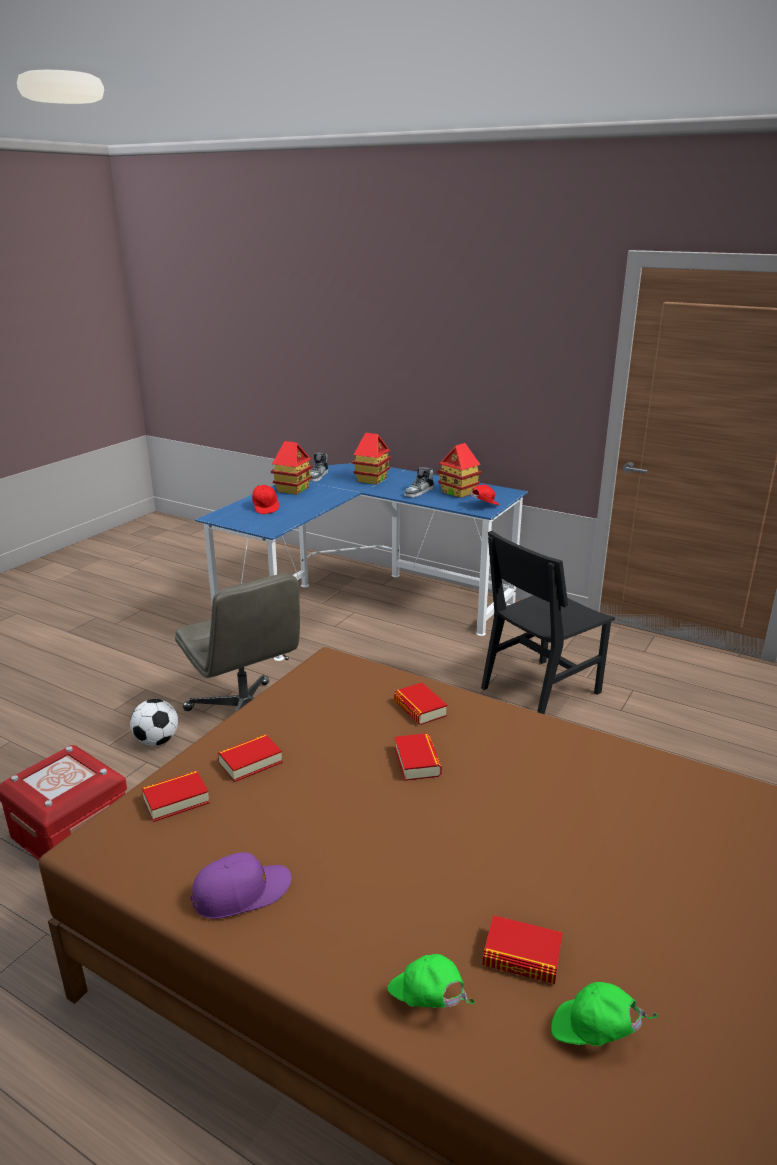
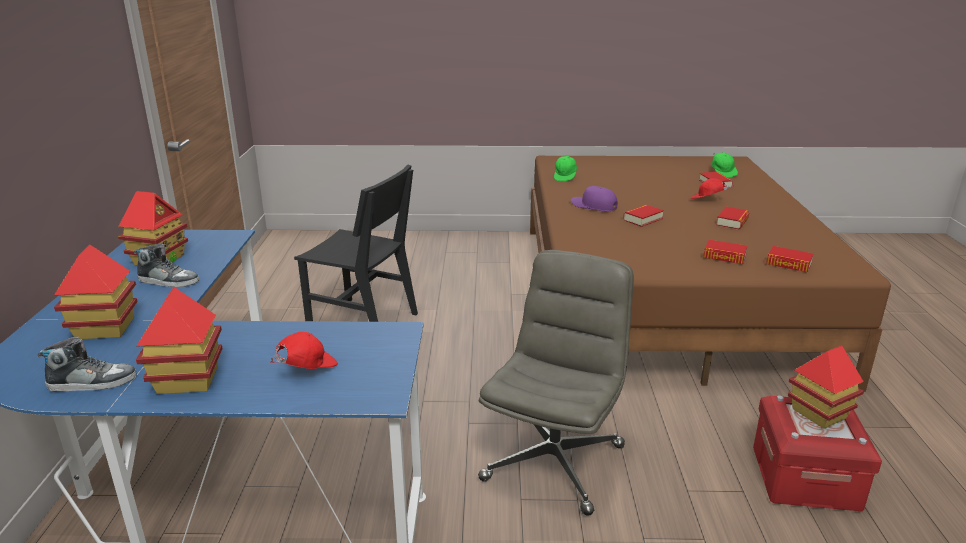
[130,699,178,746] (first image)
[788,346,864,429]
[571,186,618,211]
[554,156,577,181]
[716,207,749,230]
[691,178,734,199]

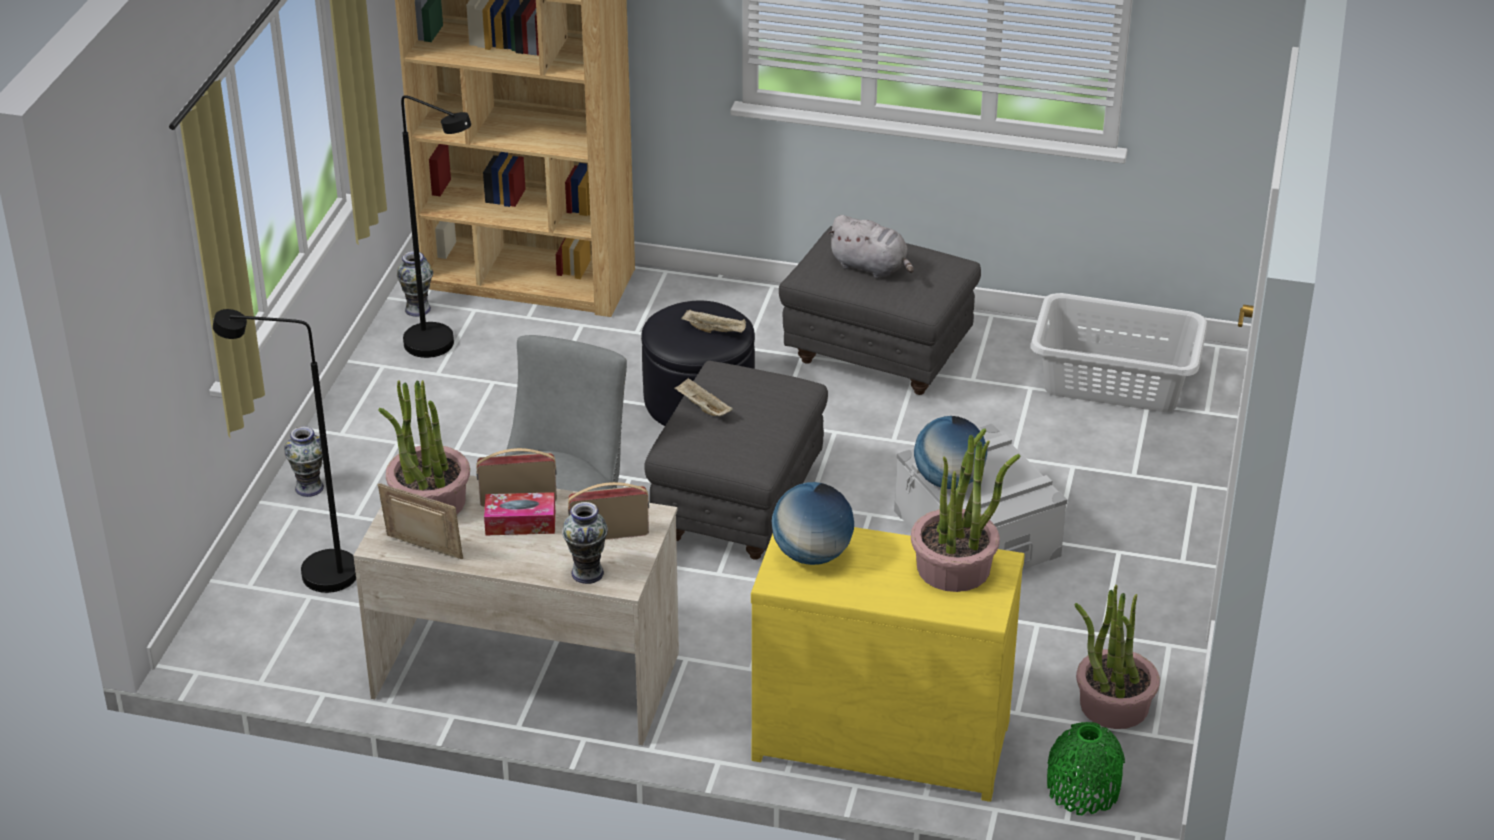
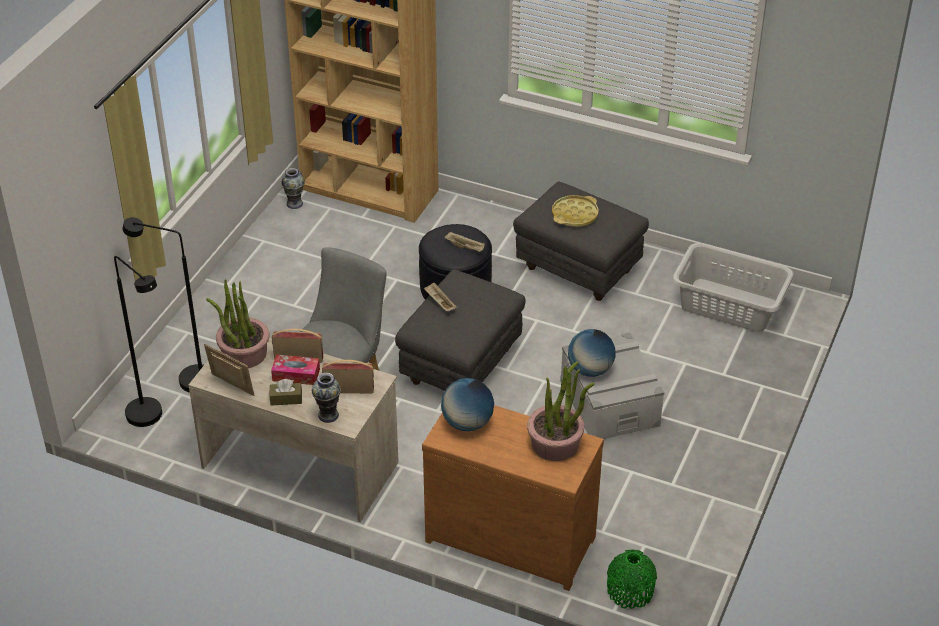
[284,426,324,497] (first image)
[1074,584,1160,729] (first image)
[270,379,302,406]
[114,256,162,427]
[552,195,598,227]
[422,405,604,591]

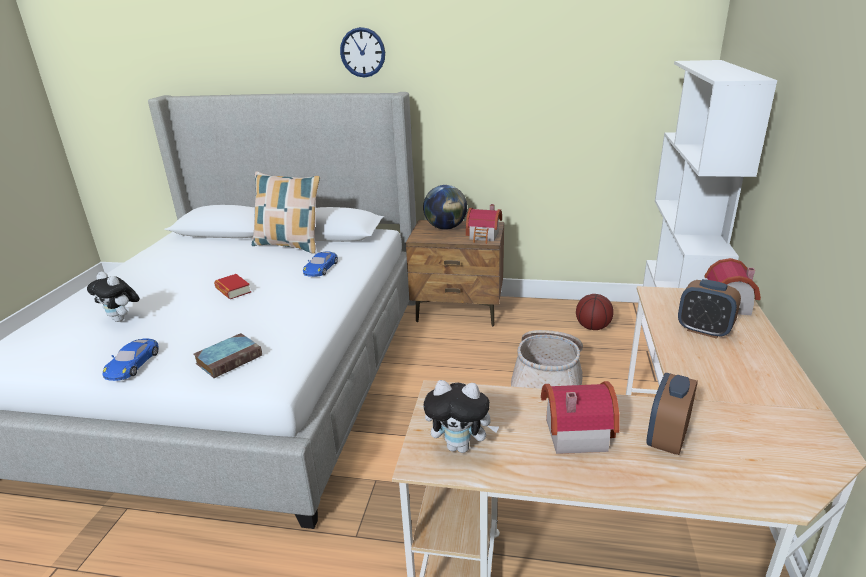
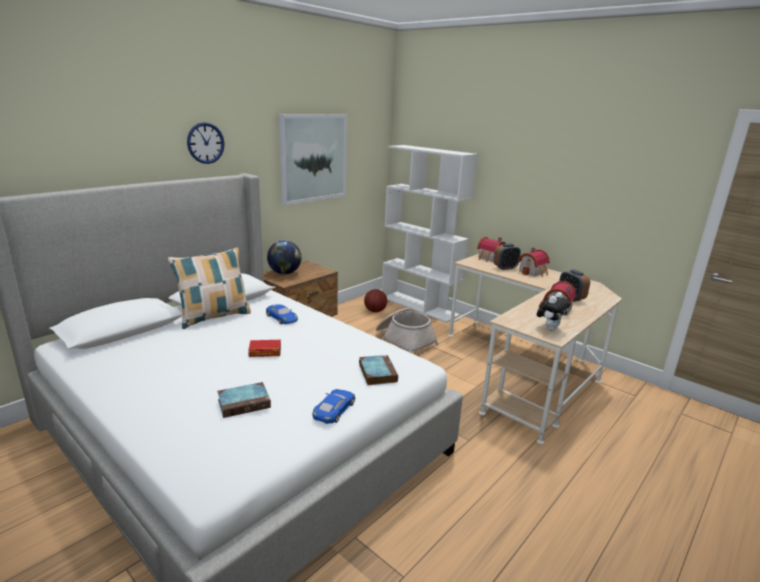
[279,114,347,205]
[518,247,550,277]
[217,382,271,418]
[312,389,355,424]

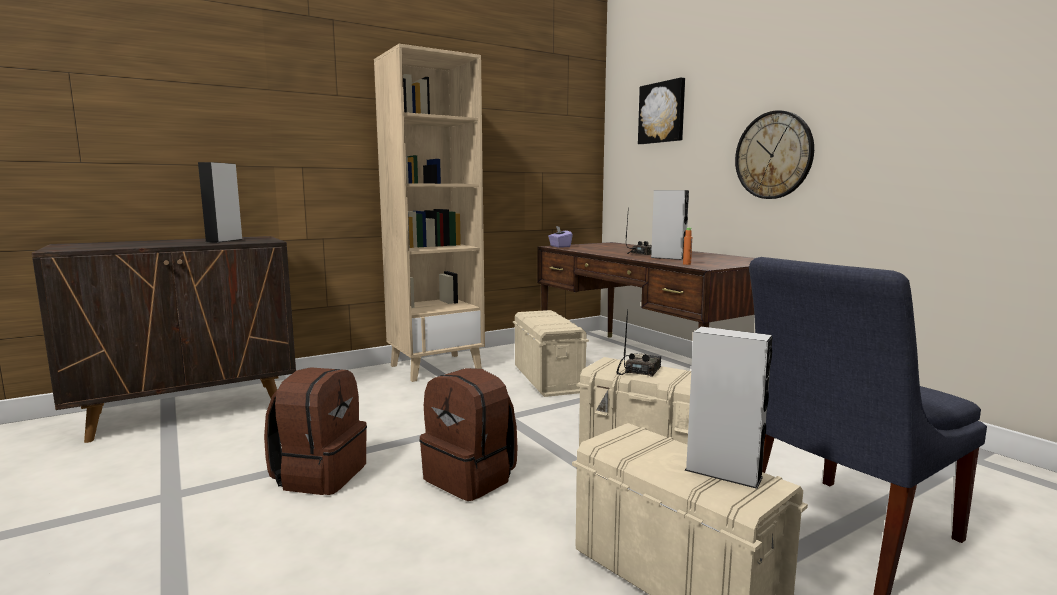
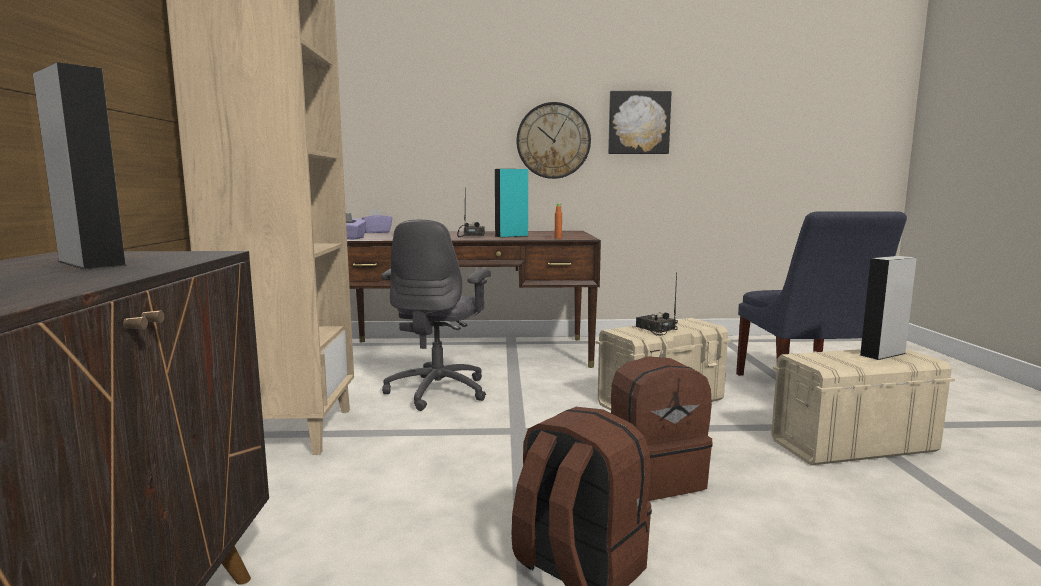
[362,209,392,233]
[608,91,672,154]
[381,219,491,411]
[495,169,528,238]

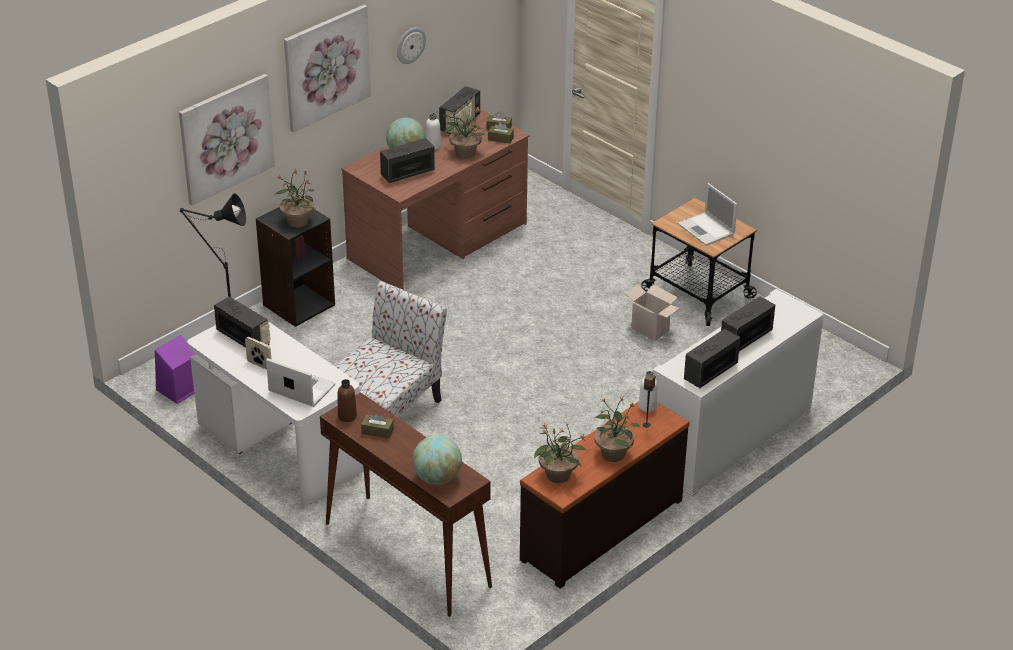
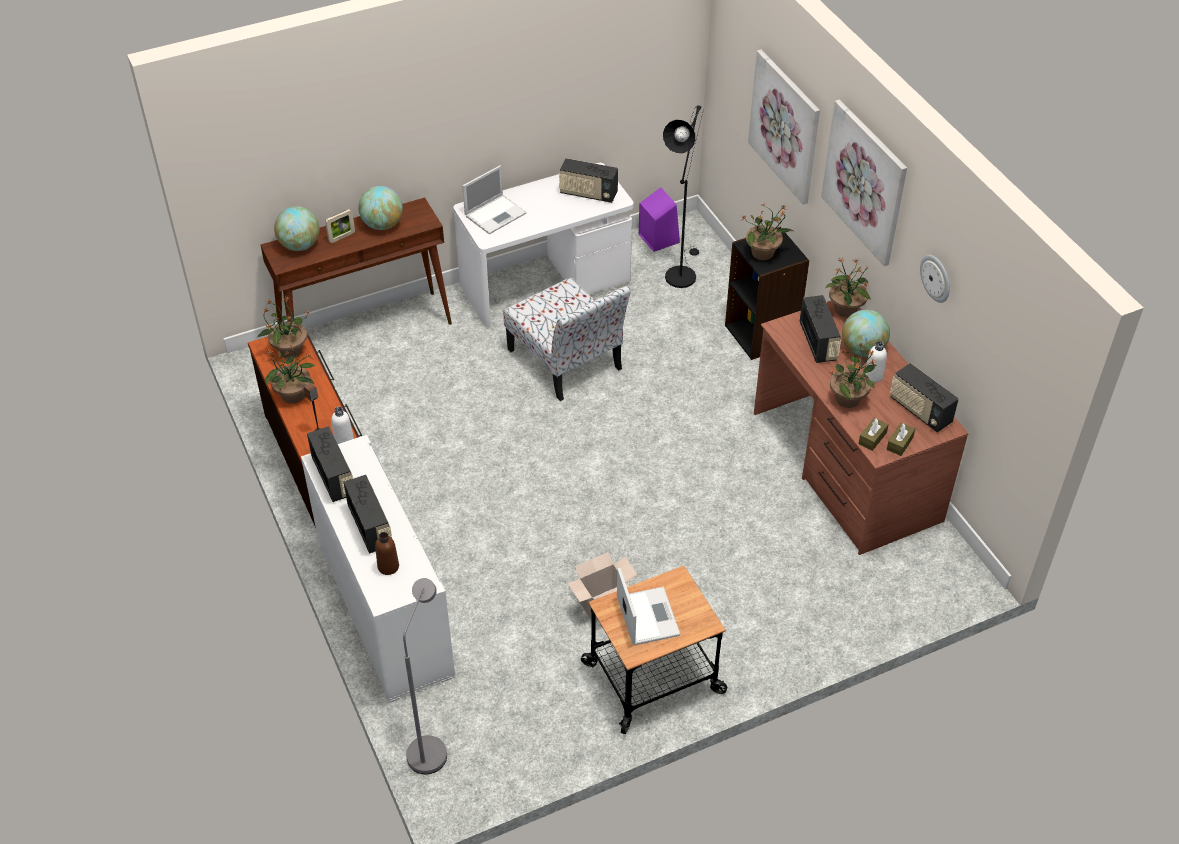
[403,578,447,774]
[825,258,871,317]
[325,209,355,243]
[375,532,399,575]
[359,186,403,230]
[559,158,618,203]
[617,568,680,645]

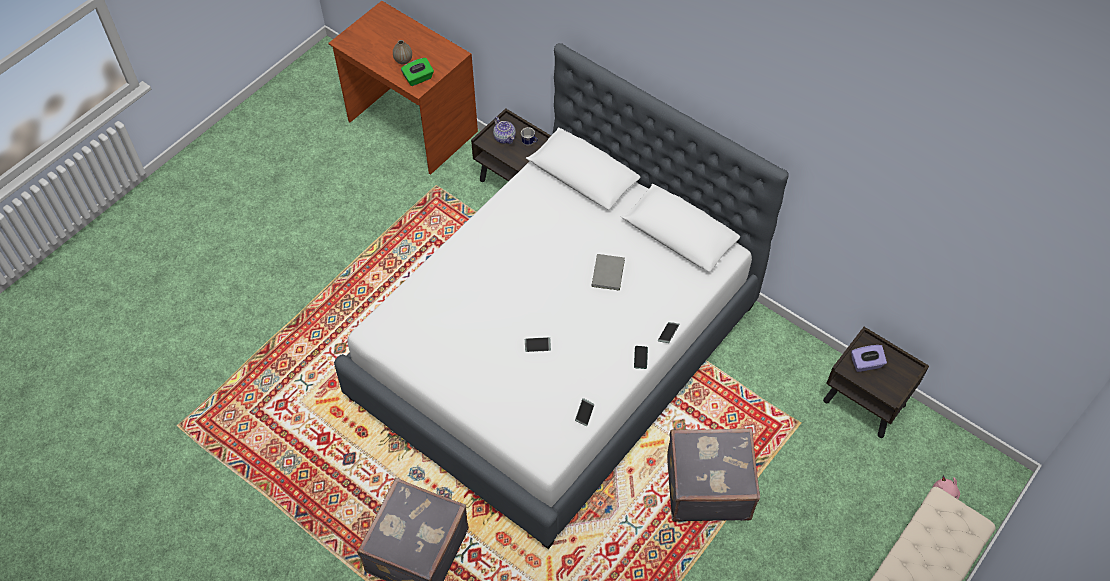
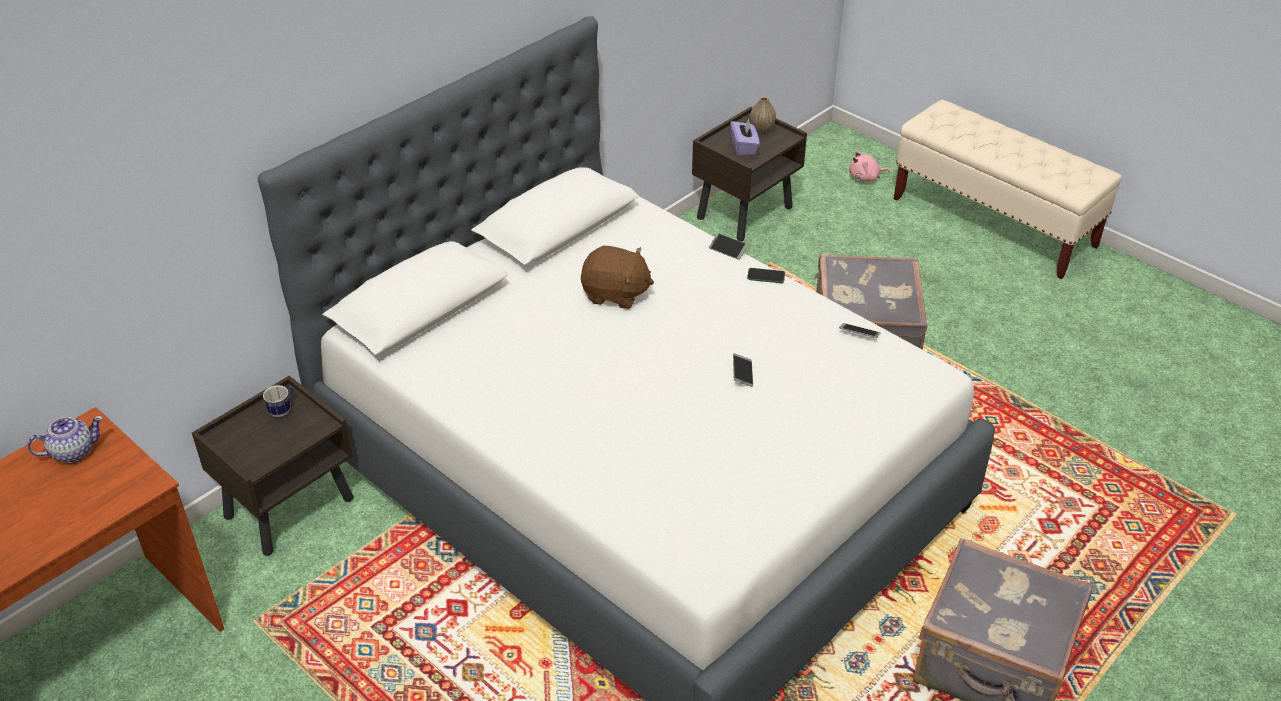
[401,58,434,86] (first image)
[750,97,776,132]
[27,416,103,463]
[581,246,654,309]

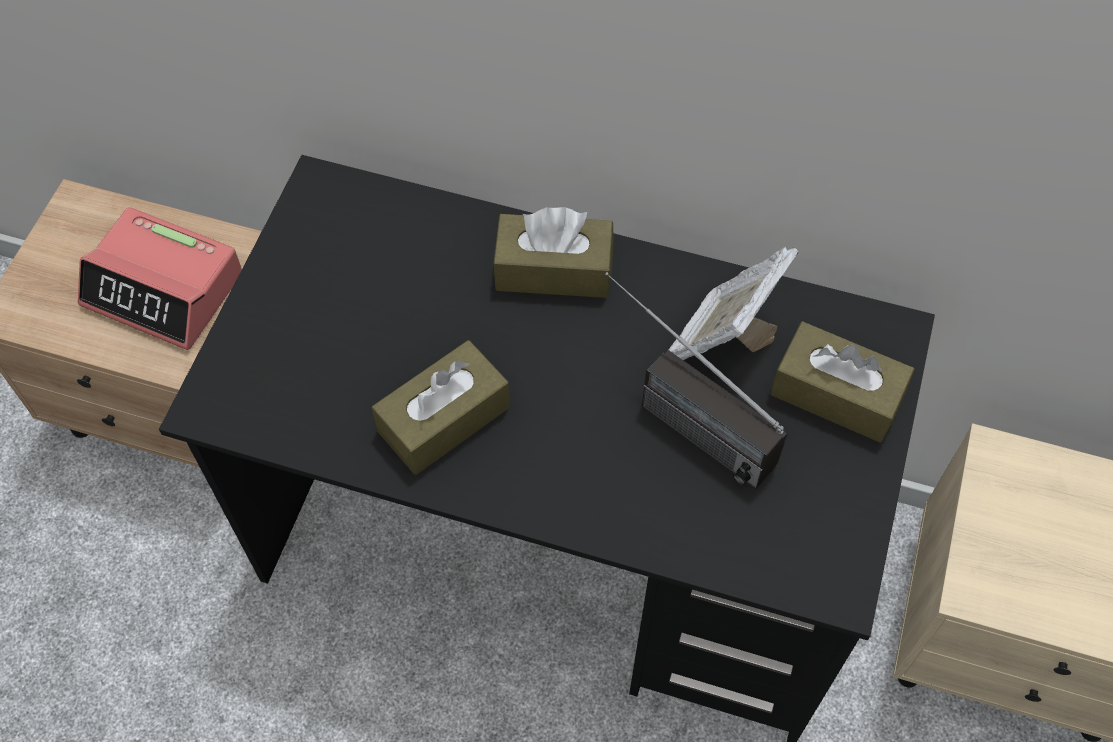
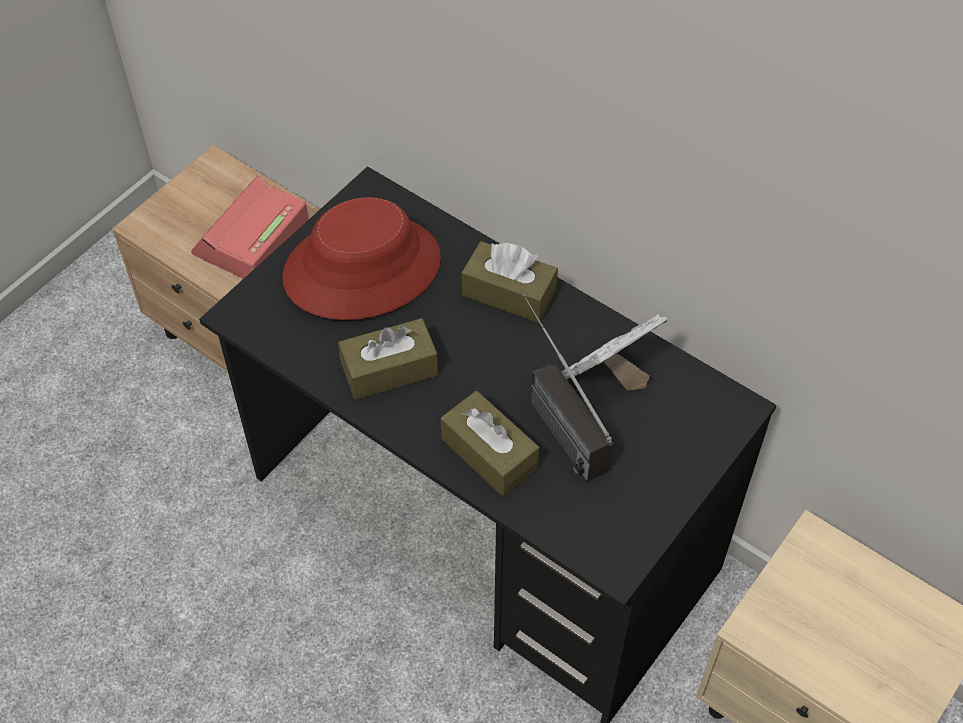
[282,197,441,320]
[441,391,539,496]
[191,176,309,279]

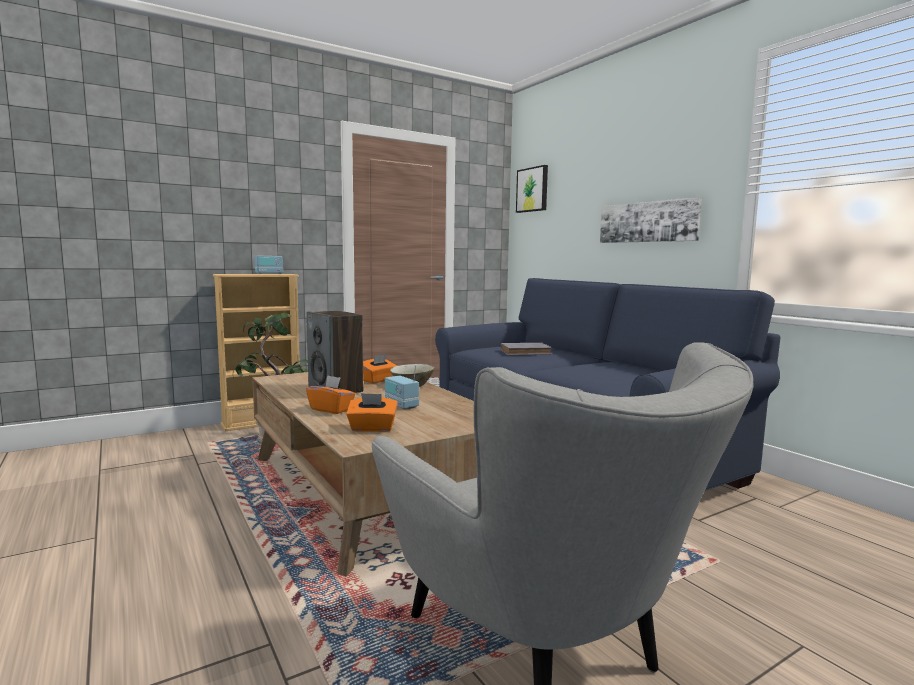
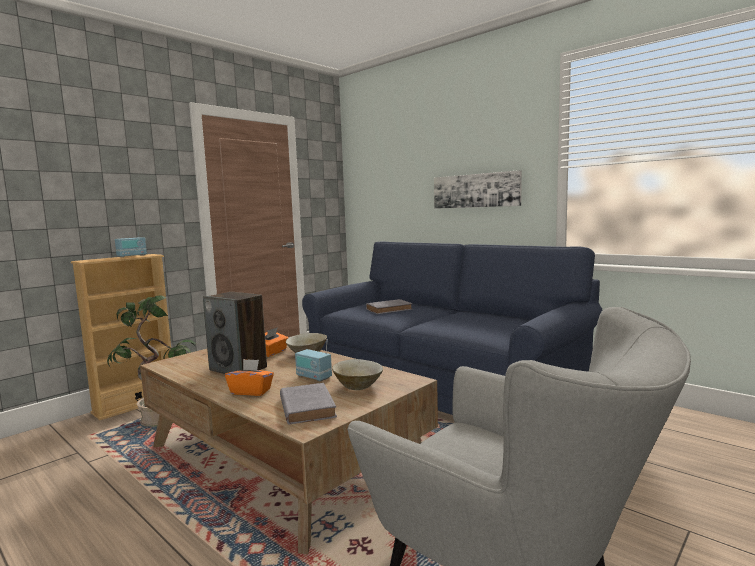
[516,165,548,213] (first image)
[332,359,383,390]
[280,383,337,425]

